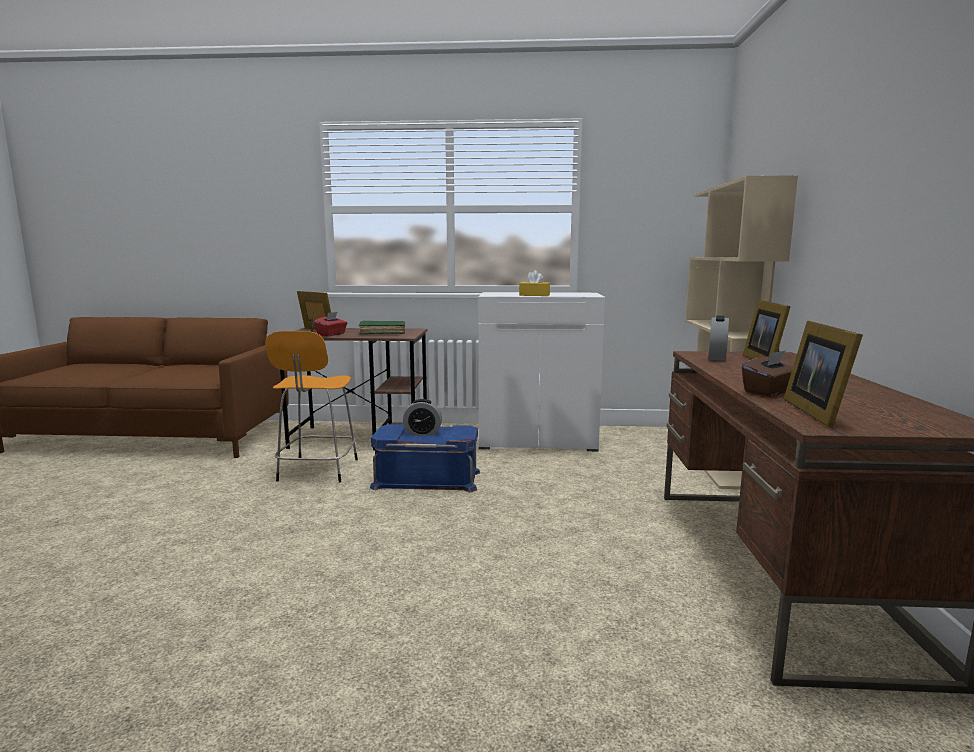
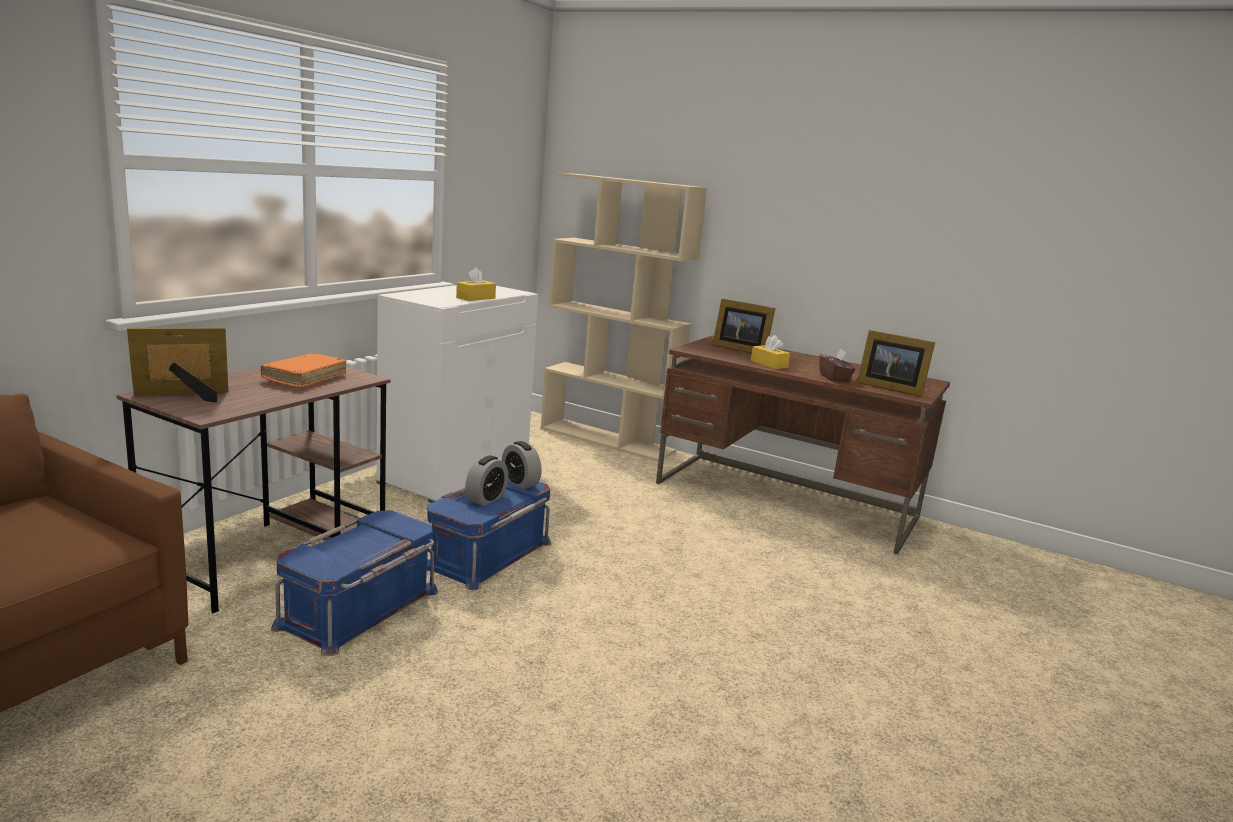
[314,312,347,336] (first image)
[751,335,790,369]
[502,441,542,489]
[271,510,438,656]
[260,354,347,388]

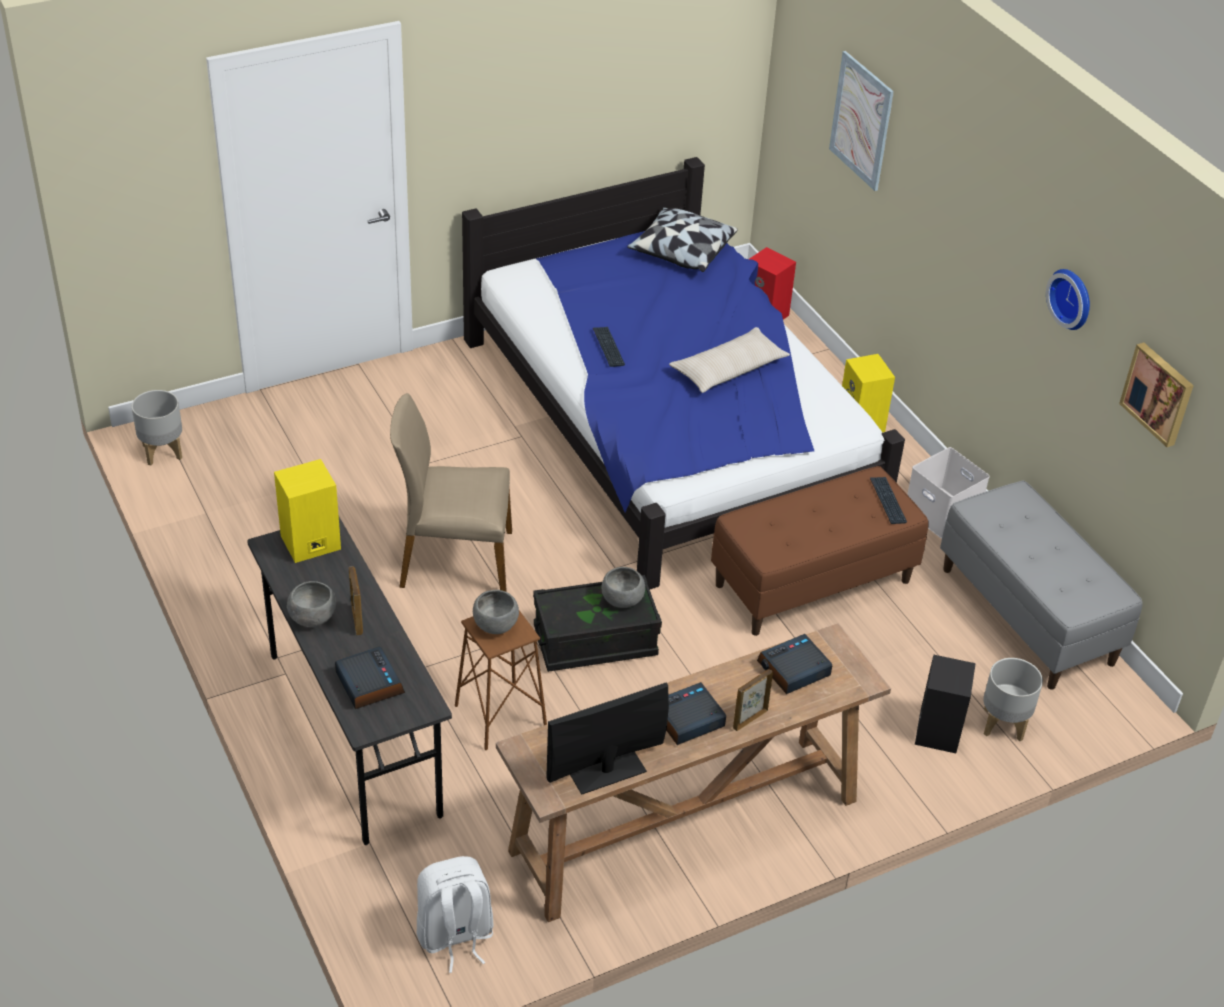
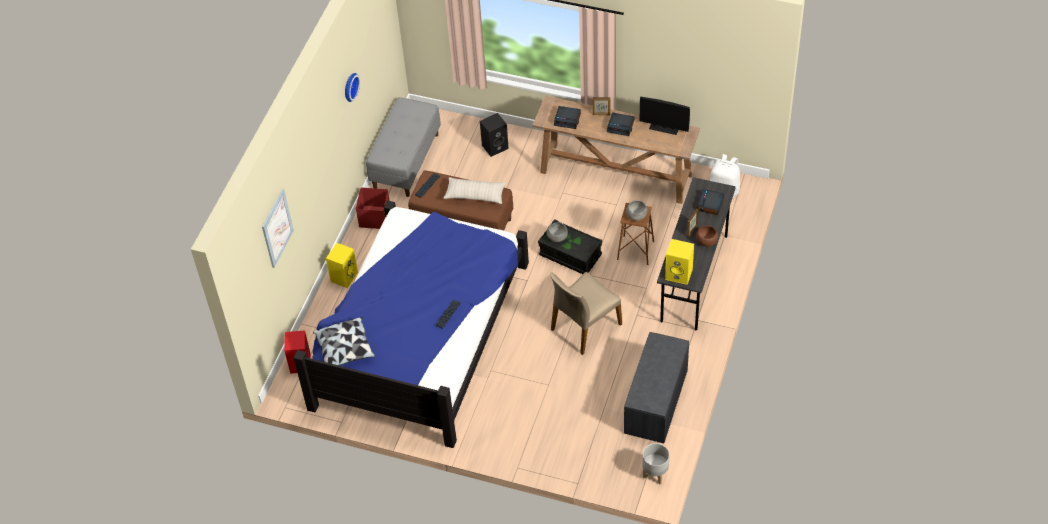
[983,658,1043,741] (first image)
[1119,343,1194,447] (first image)
[624,332,689,443]
[443,177,506,204]
[696,226,718,247]
[356,188,390,229]
[550,272,622,355]

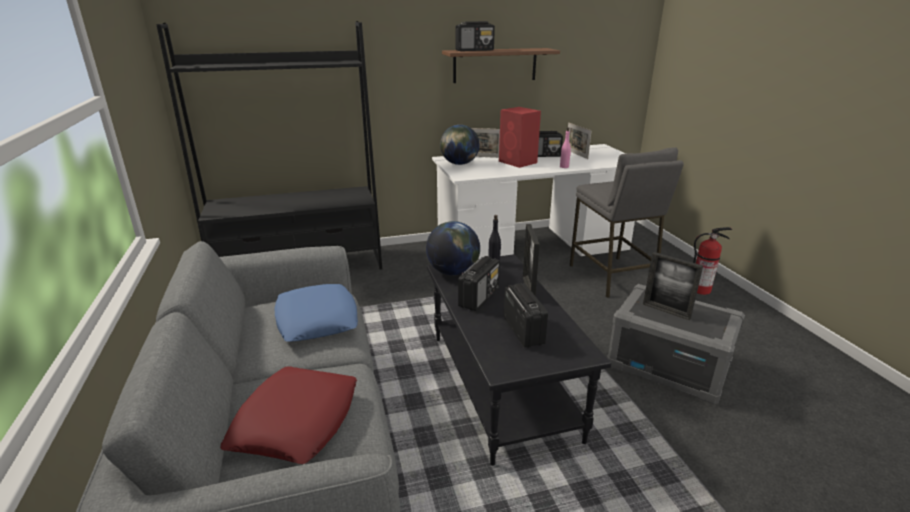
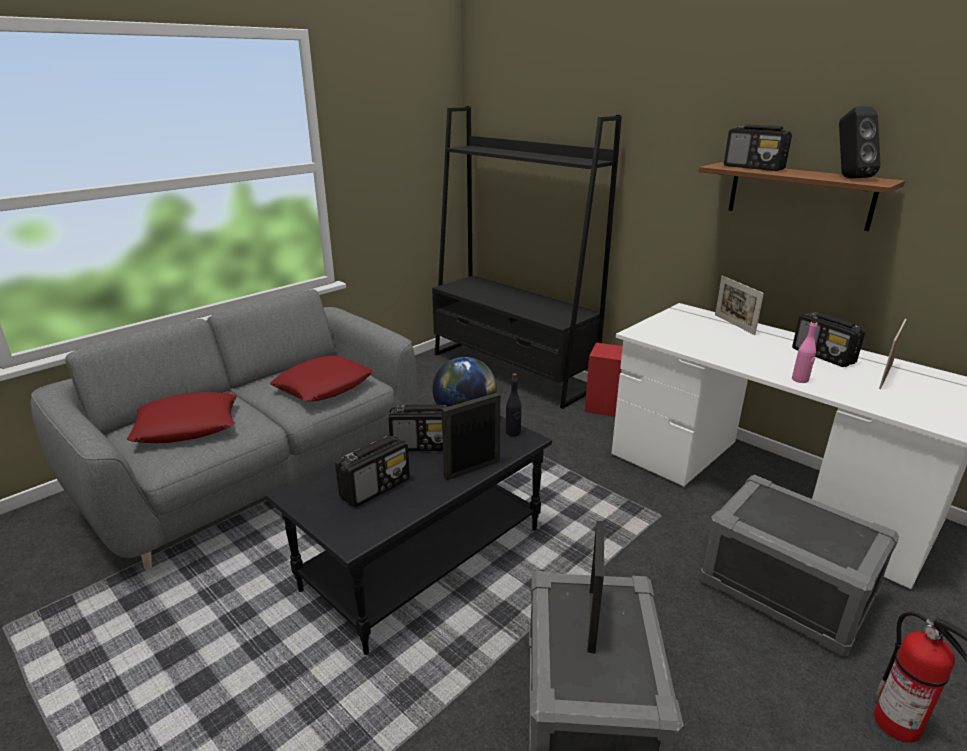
[440,125,479,165] (first image)
[839,106,881,179]
[585,343,623,417]
[699,475,899,656]
[270,356,373,401]

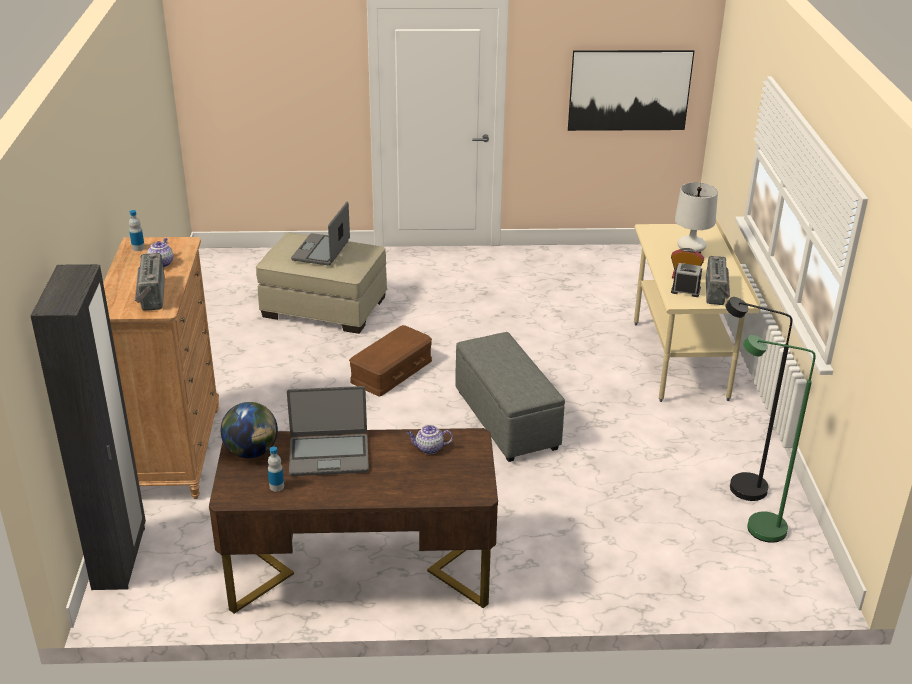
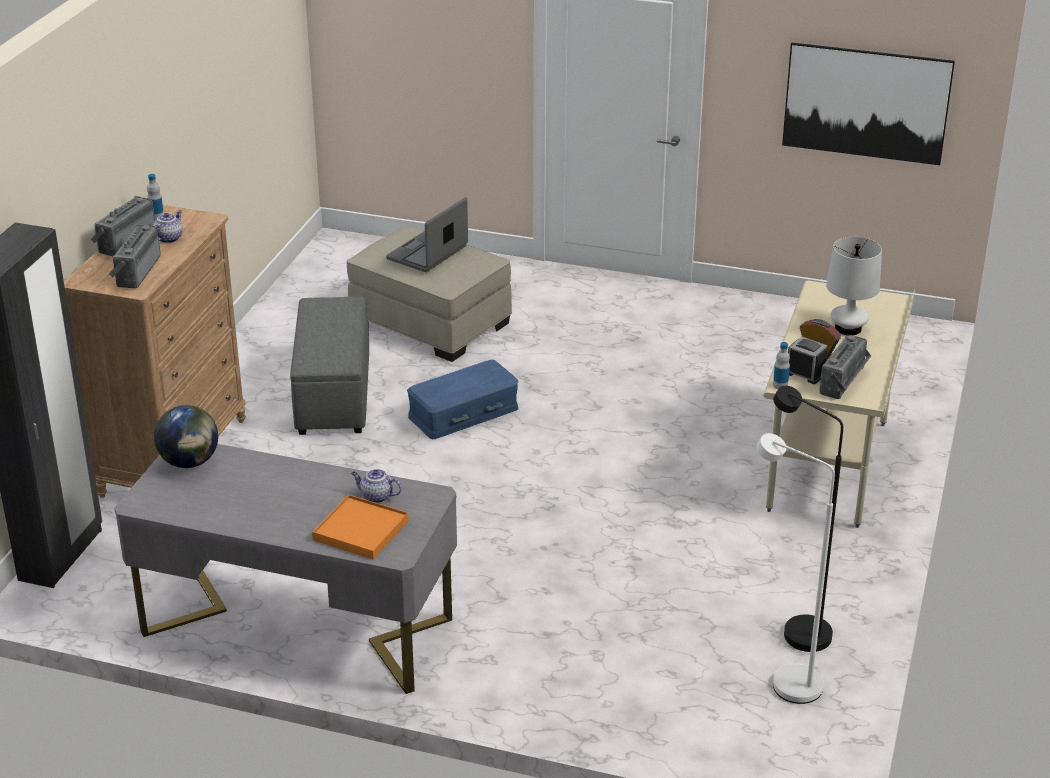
[287,386,369,476] (first image)
[91,196,155,256]
[312,495,408,560]
[773,342,790,389]
[290,297,369,435]
[114,444,457,694]
[407,360,518,439]
[756,433,835,704]

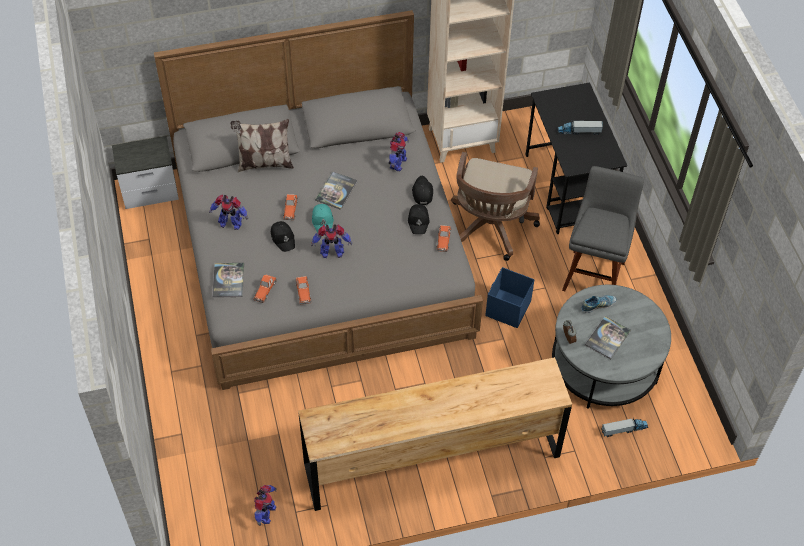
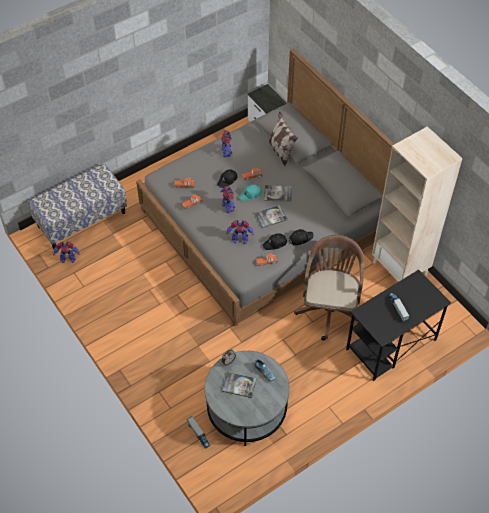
[298,357,572,511] (first image)
[485,267,534,328] (first image)
[562,166,644,291] (first image)
[28,164,127,249]
[255,205,288,228]
[226,220,254,244]
[294,235,364,341]

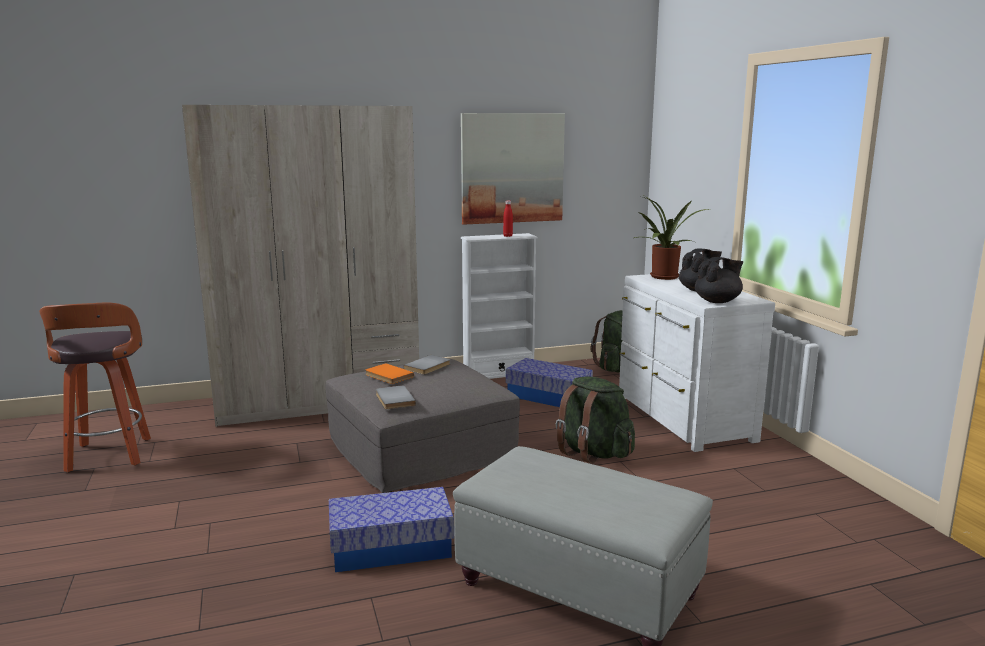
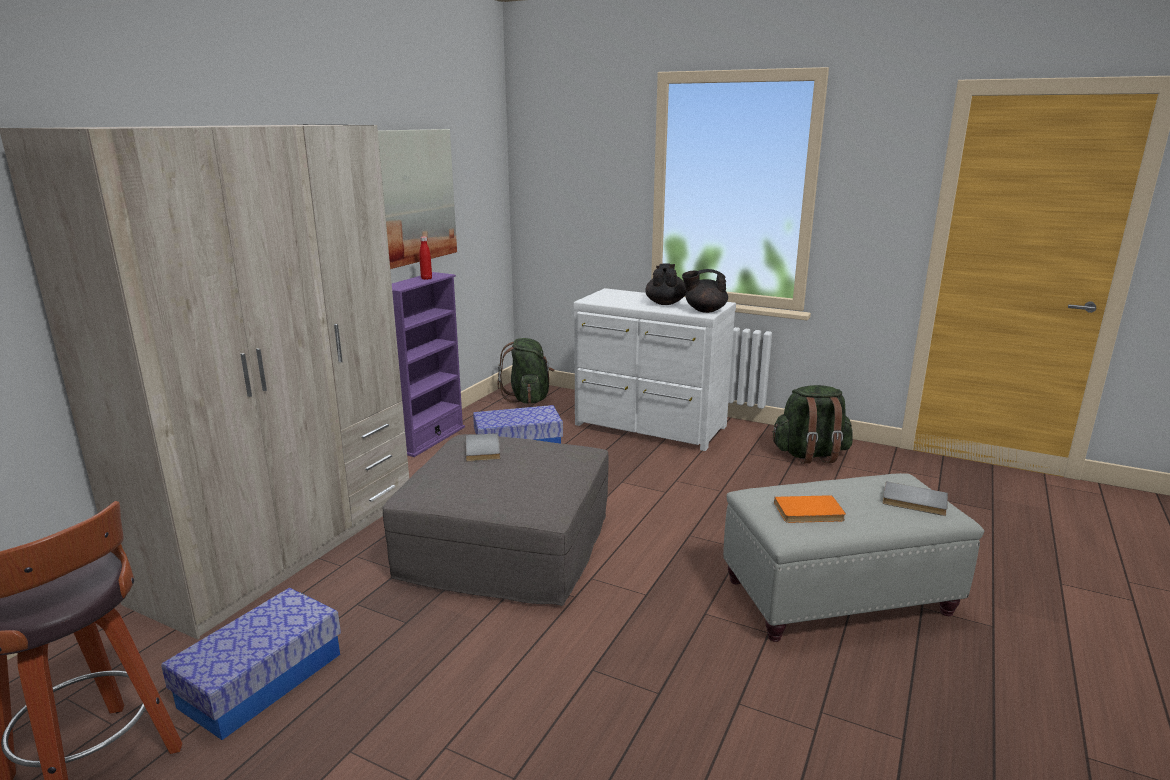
[634,196,709,280] (first image)
[161,587,341,740]
[774,495,846,523]
[882,481,948,516]
[772,385,853,464]
[392,272,465,457]
[682,269,728,313]

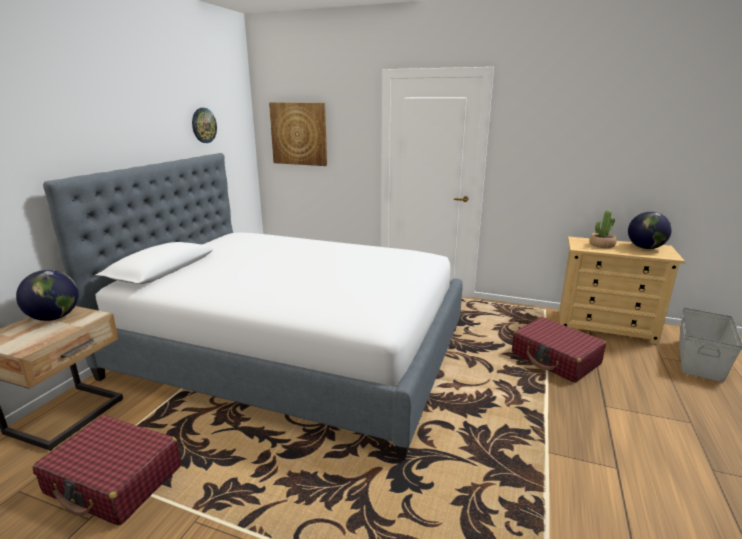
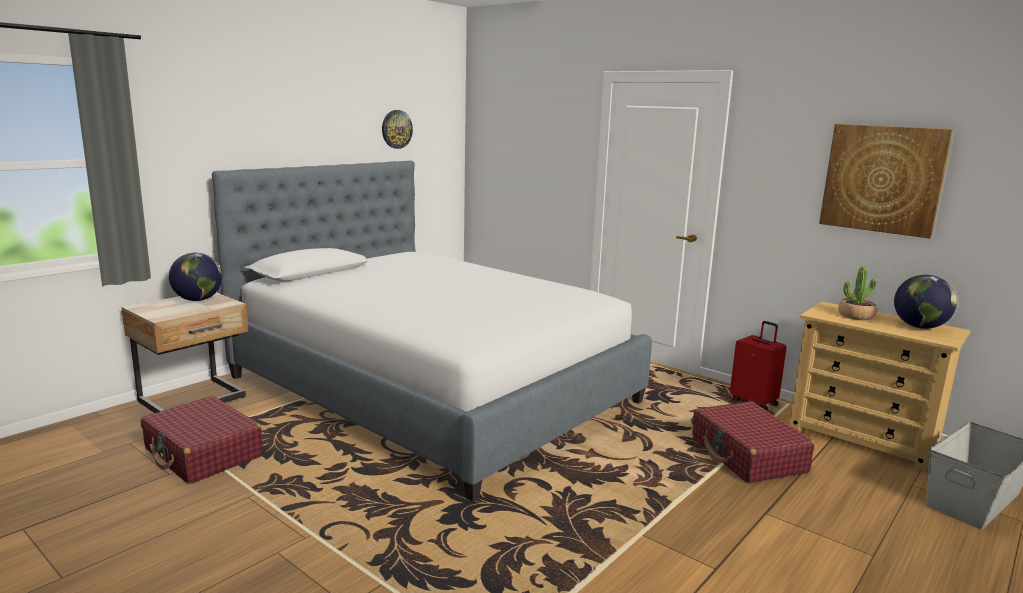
[730,321,787,411]
[819,124,953,239]

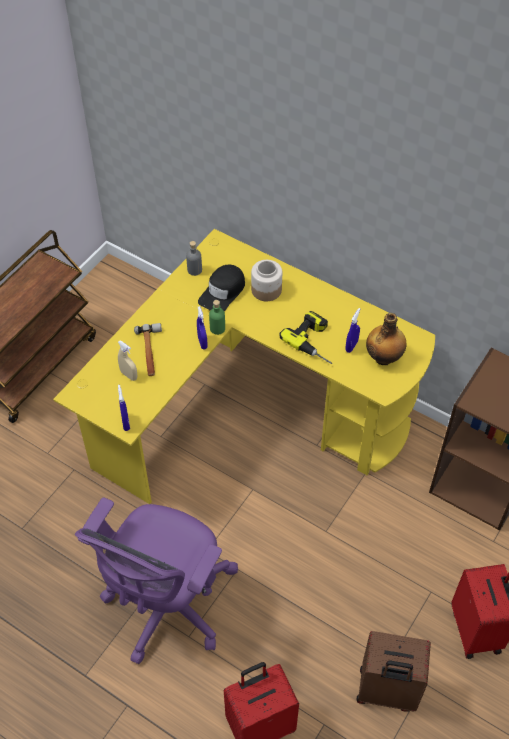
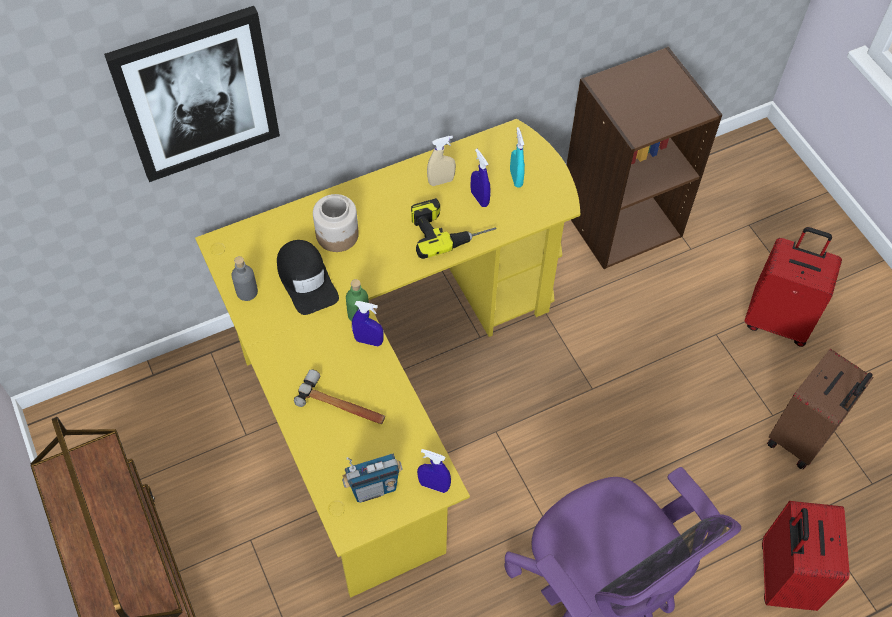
[104,6,280,182]
[342,454,403,503]
[427,136,456,186]
[510,127,525,188]

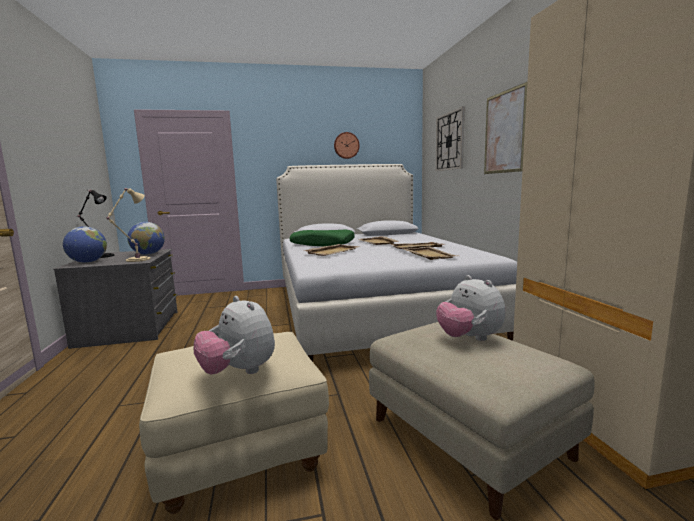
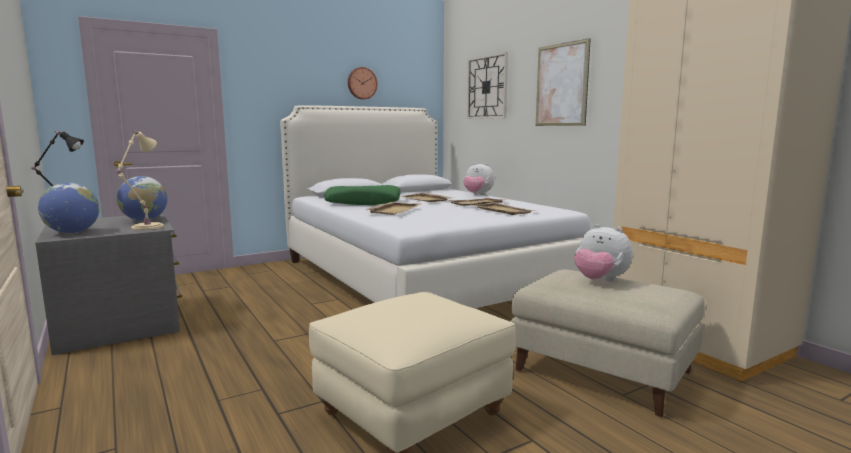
[463,163,495,195]

